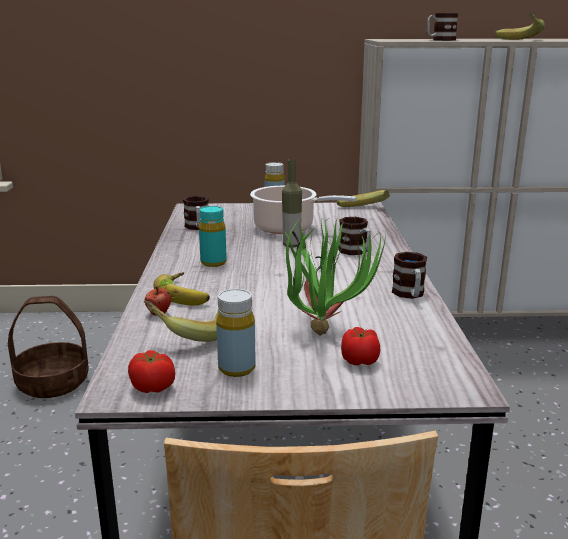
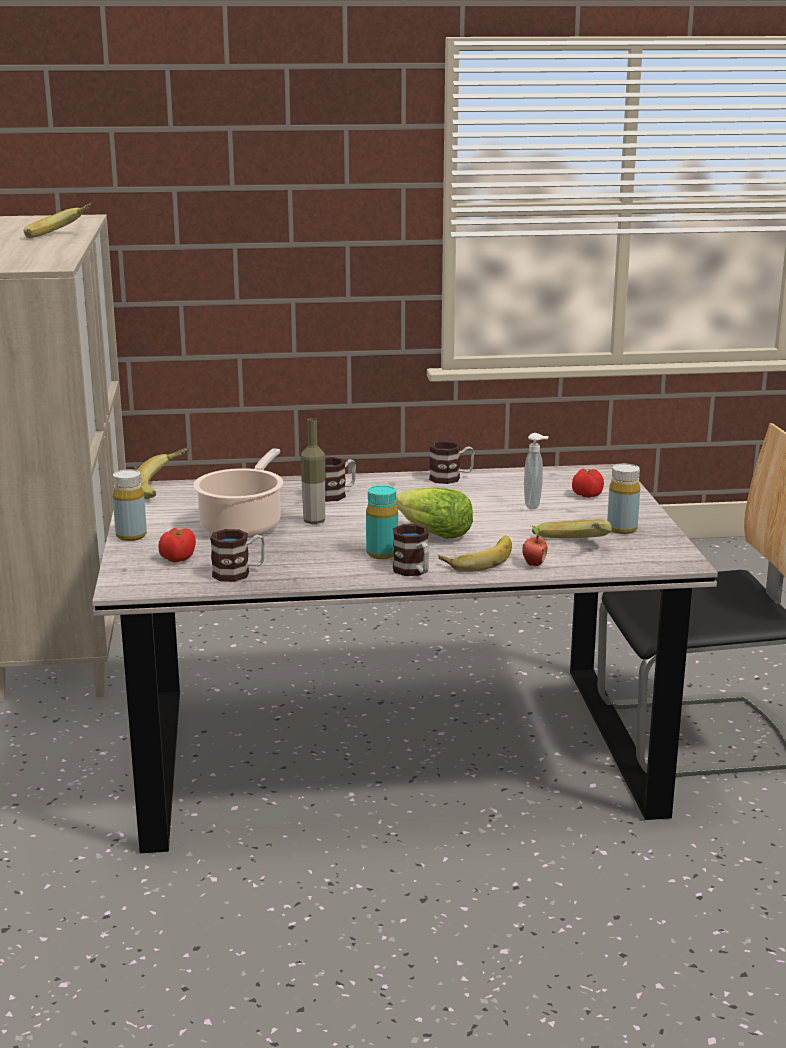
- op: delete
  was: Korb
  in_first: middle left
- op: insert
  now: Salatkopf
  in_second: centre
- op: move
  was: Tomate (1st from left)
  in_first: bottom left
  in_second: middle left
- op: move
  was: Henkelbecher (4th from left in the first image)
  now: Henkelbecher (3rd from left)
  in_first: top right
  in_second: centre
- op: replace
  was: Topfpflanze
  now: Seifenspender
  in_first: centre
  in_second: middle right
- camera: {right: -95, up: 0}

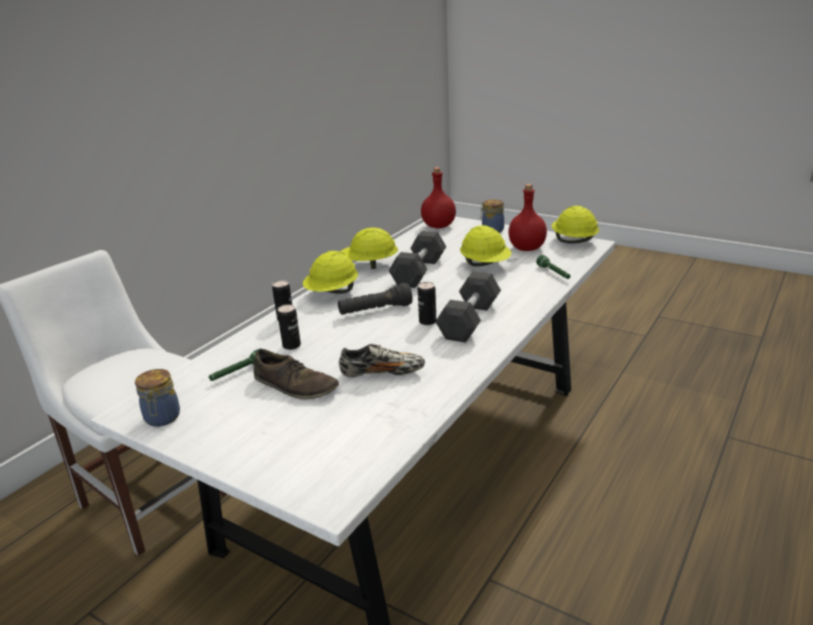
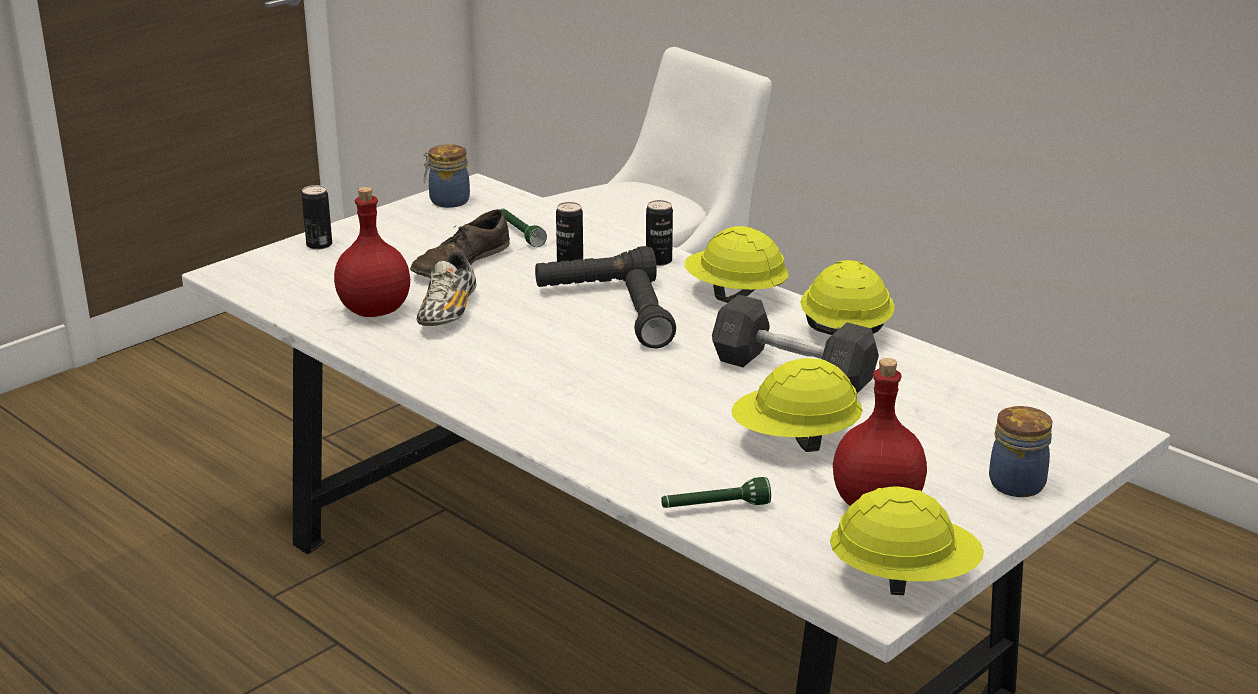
- op: delete
  was: Hantel/grau (2nd from left)
  in_first: centre
- op: insert
  now: Taschenlampe/schwarz (1st from left)
  in_second: centre
- op: move
  was: Dose (3rd from left in the first image)
  now: Dose (1st from left)
  in_first: centre
  in_second: top left
- op: move
  was: Flasche/rot (1st from left)
  in_first: top centre
  in_second: middle left
- camera: {right: 100, up: 0}

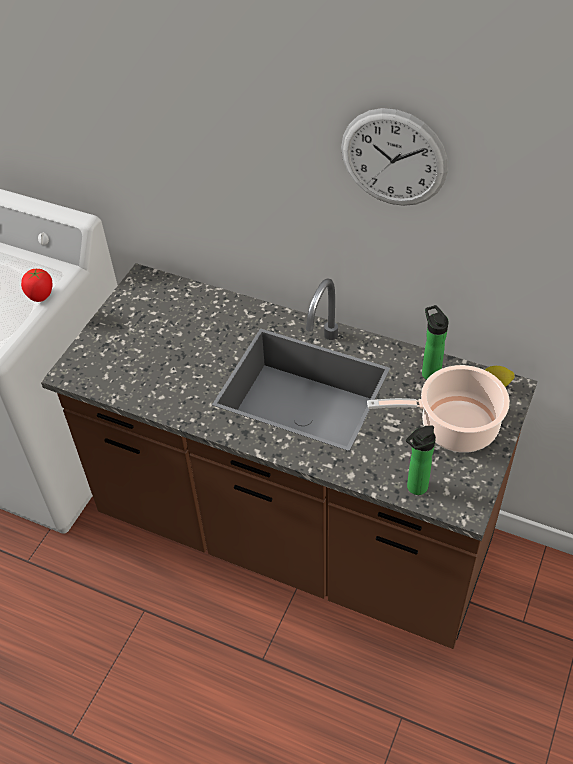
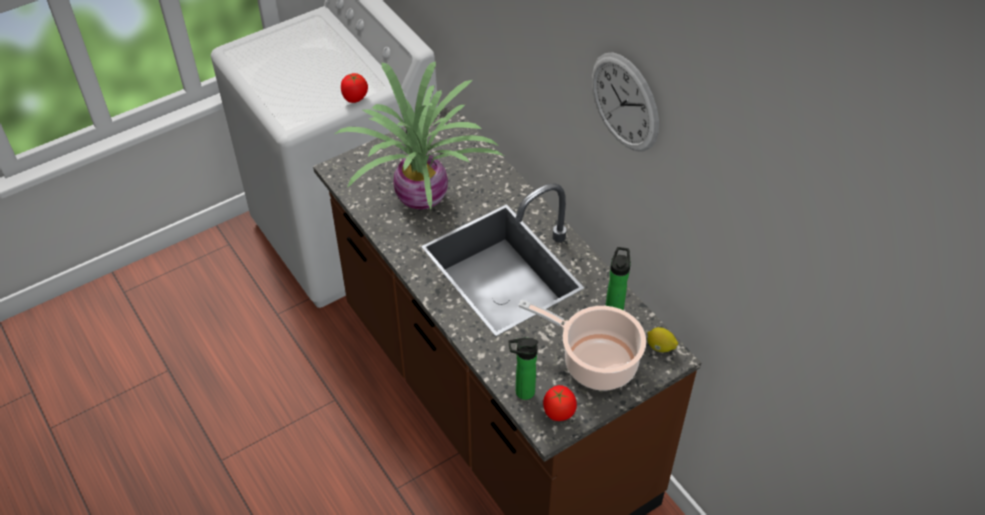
- op: insert
  now: Topfpflanze
  in_second: top centre
- op: insert
  now: Tomate (2nd from left)
  in_second: bottom centre
- camera: {right: 30, up: 0}

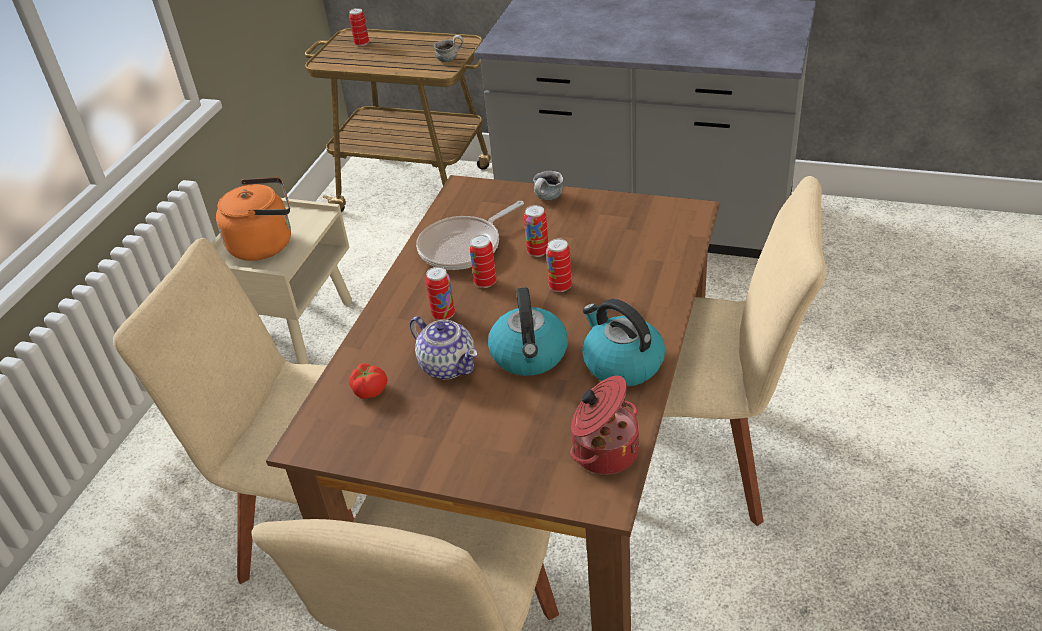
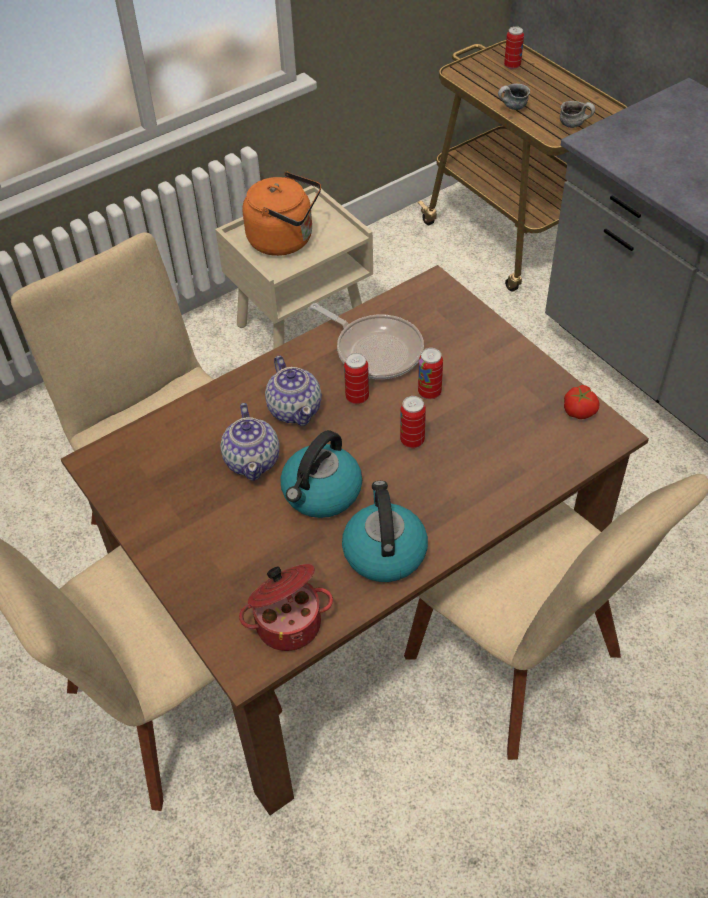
- op: move
  was: Tomate
  in_first: centre
  in_second: middle right
- op: move
  was: Henkelbecher (2nd from left in the first image)
  now: Henkelbecher (1st from left)
  in_first: top centre
  in_second: top right
- op: replace
  was: Dose (2nd from left)
  now: Teekanne (2nd from left)
  in_first: centre
  in_second: centre
- op: rotate
  was: Pfanne
  in_first: centre
  in_second: centre
  clockwise: -135
- camera: {right: 35, up: 10}

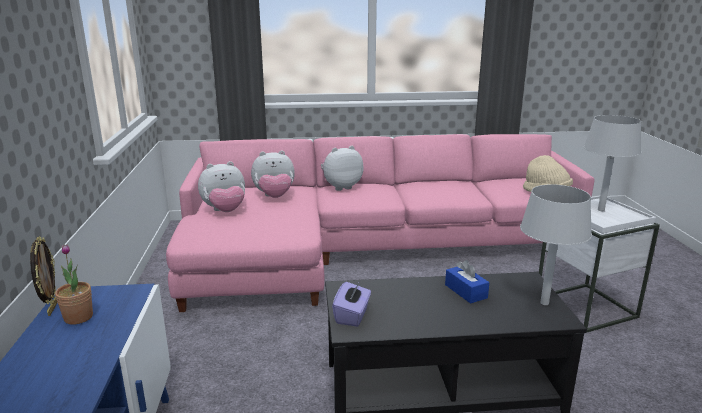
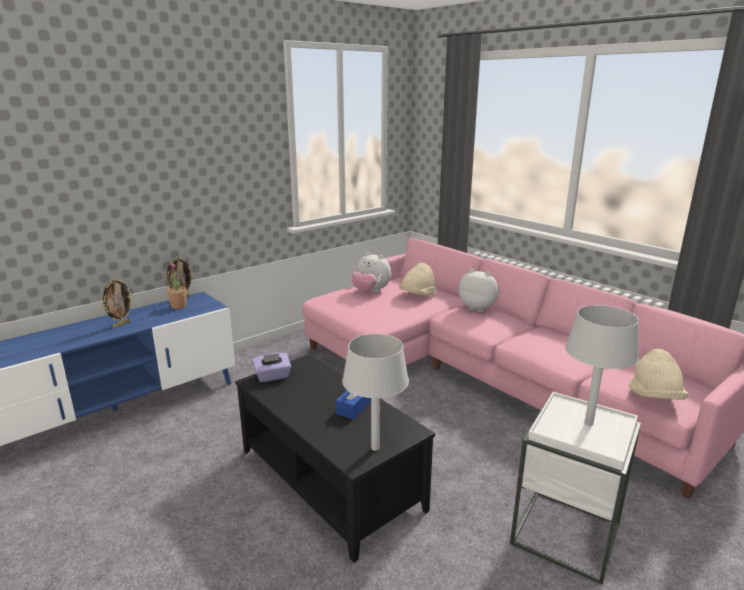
- op: insert
  now: Bilderrahmen (1st from left)
  in_second: middle left
- op: replace
  was: Plüschtier (2nd from left)
  now: Hut/beige (1st from left)
  in_first: centre
  in_second: centre
- camera: {right: 55, up: 0}

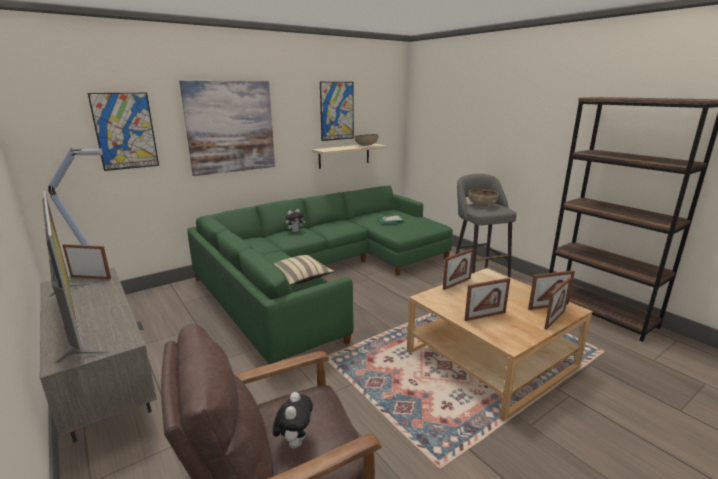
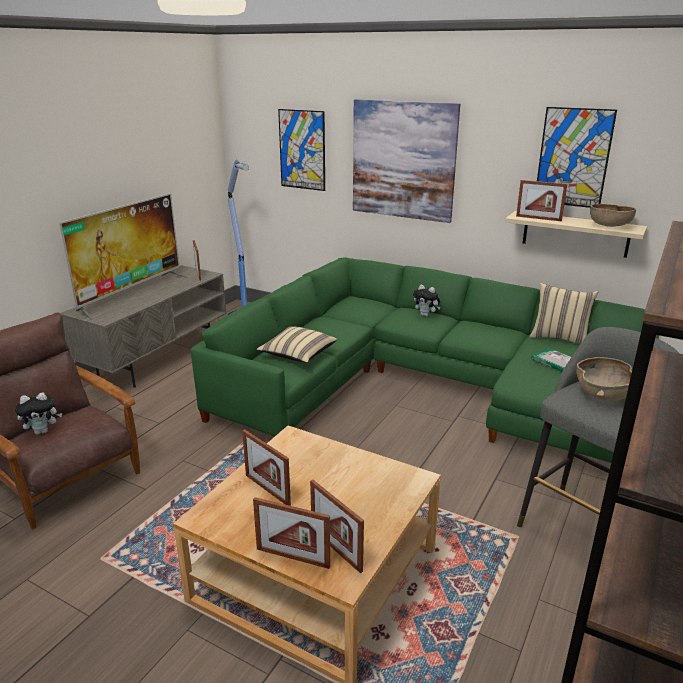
- op: insert
  now: Kissen/beige (2nd from left)
  in_second: middle right
- op: move
  was: Bilderrahmen (2nd from left in the first image)
  now: Bilderrahmen (5th from left)
  in_first: centre
  in_second: top right
- camera: {right: 65, up: 5}

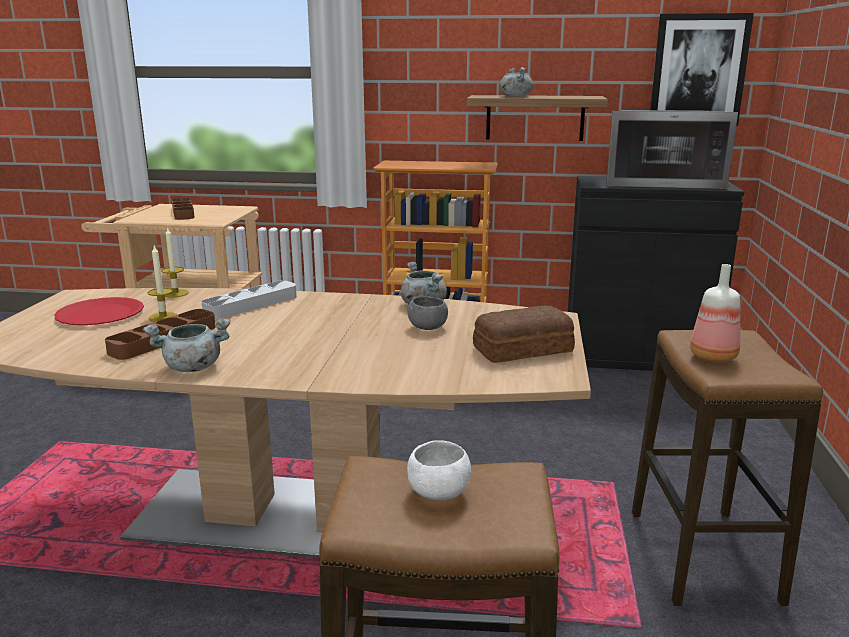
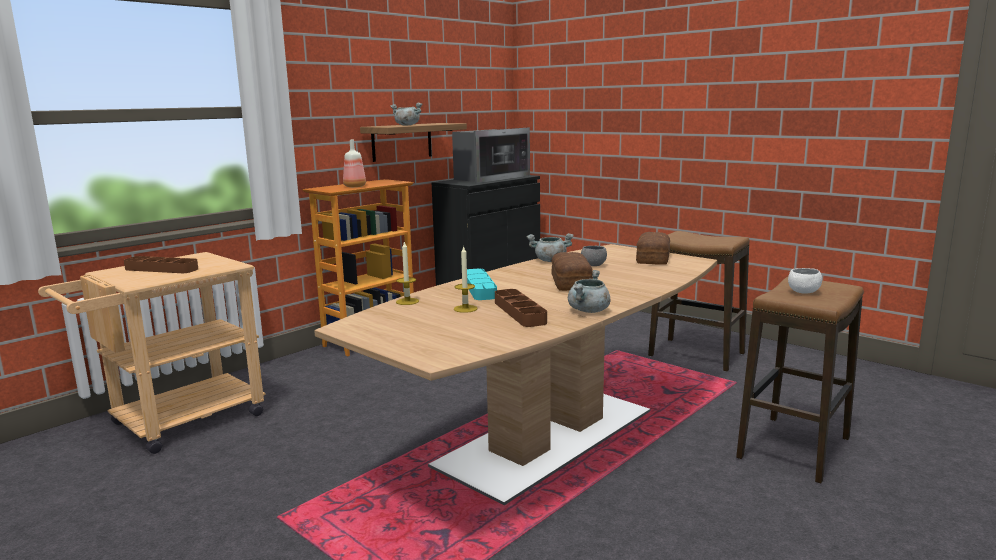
- op: delete
  was: Teller/rot
  in_first: middle left
- op: delete
  was: Bild
  in_first: top right
- op: insert
  now: Brot (1st from left)
  in_second: centre
- op: move
  was: Flasche
  in_first: middle right
  in_second: top centre
- op: recolor
  was: Tablett/grau
  now: Tablett/türkis
  in_first: middle left
  in_second: centre
- camera: {right: -55, up: -5}

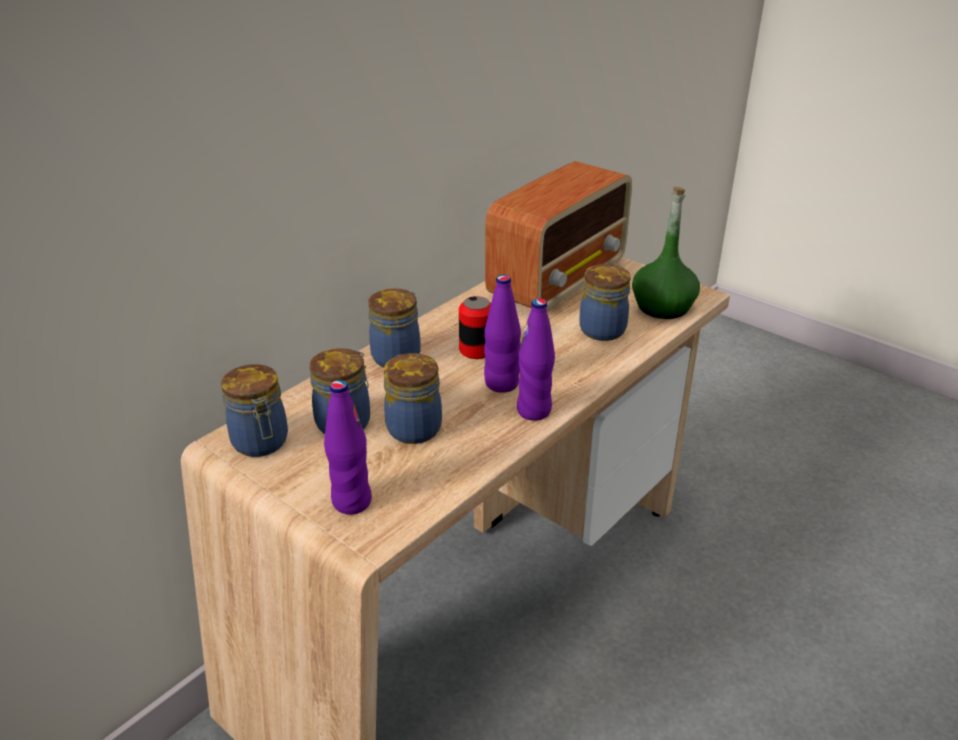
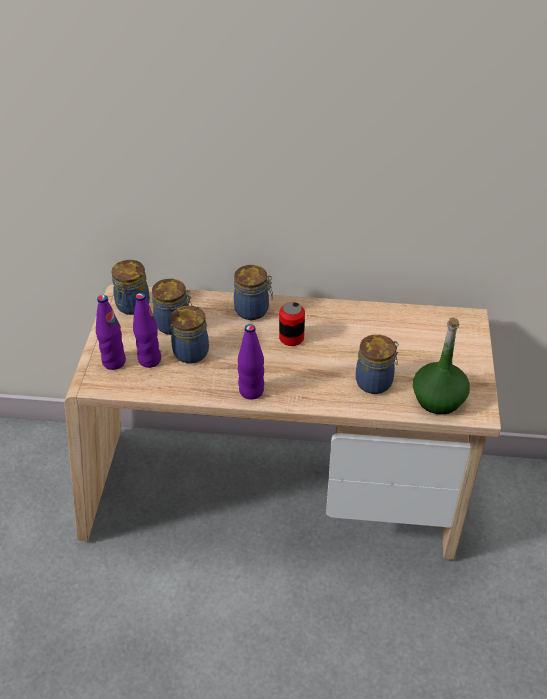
- op: delete
  was: Radio
  in_first: top centre
- op: move
  was: Flasche/lila (2nd from left)
  in_first: centre
  in_second: middle left
- camera: {right: 55, up: 10}

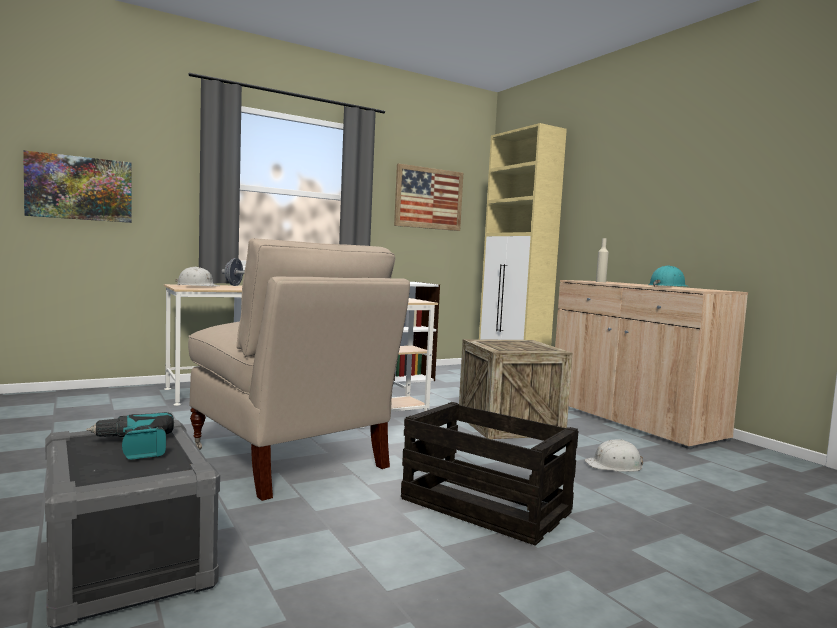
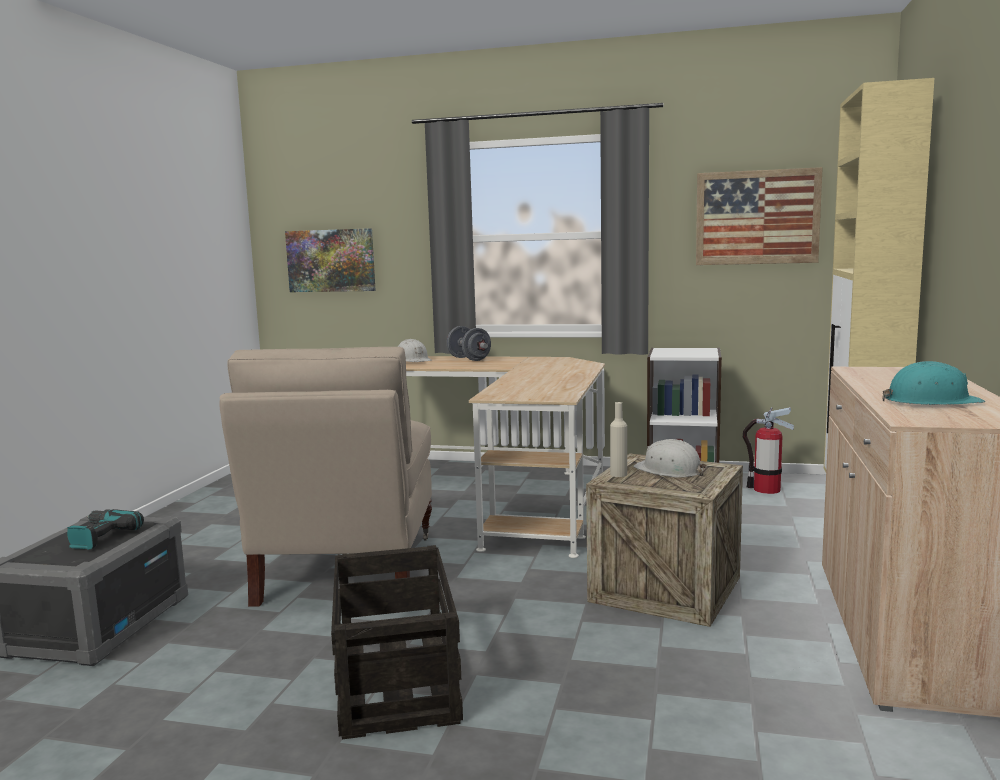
- op: insert
  now: Feuerlöscher
  in_second: middle right
- op: move
  was: Schutzhelm/weiß (2nd from left)
  in_first: bottom right
  in_second: middle right
- op: move
  was: Flasche/beige
  in_first: middle right
  in_second: centre
- camera: {right: 45, up: 5}

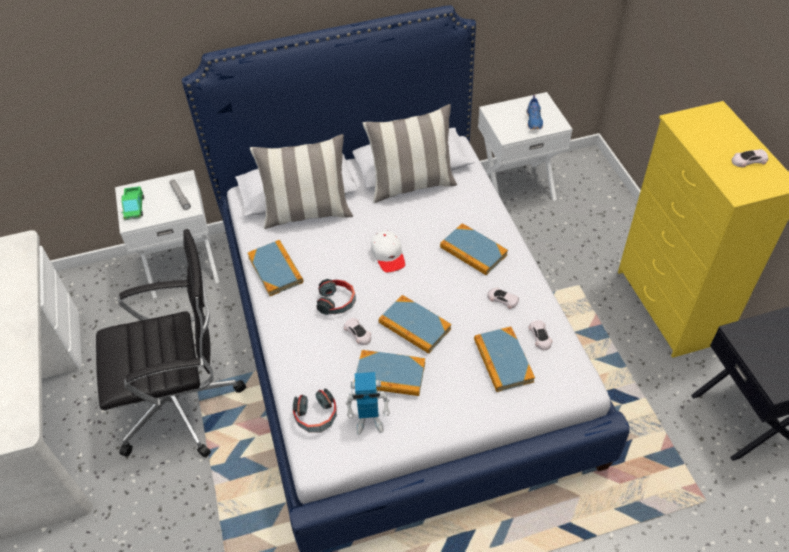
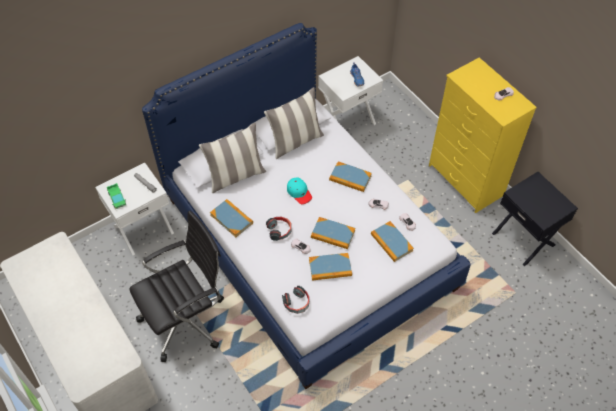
- op: delete
  was: Spielzeugroboter
  in_first: bottom centre
- op: recolor
  was: Kappe/weiß
  now: Kappe/türkis
  in_first: centre
  in_second: centre
- camera: {right: -20, up: 5}

